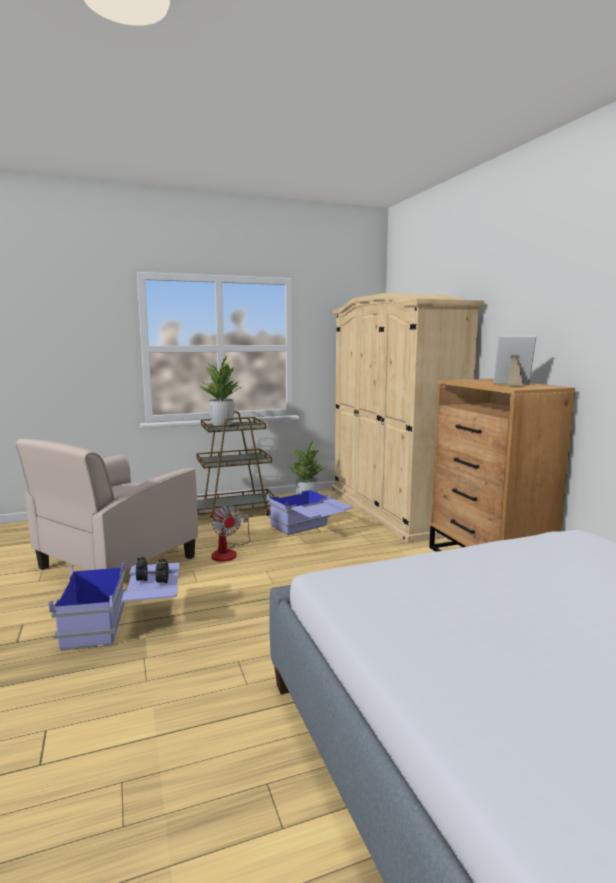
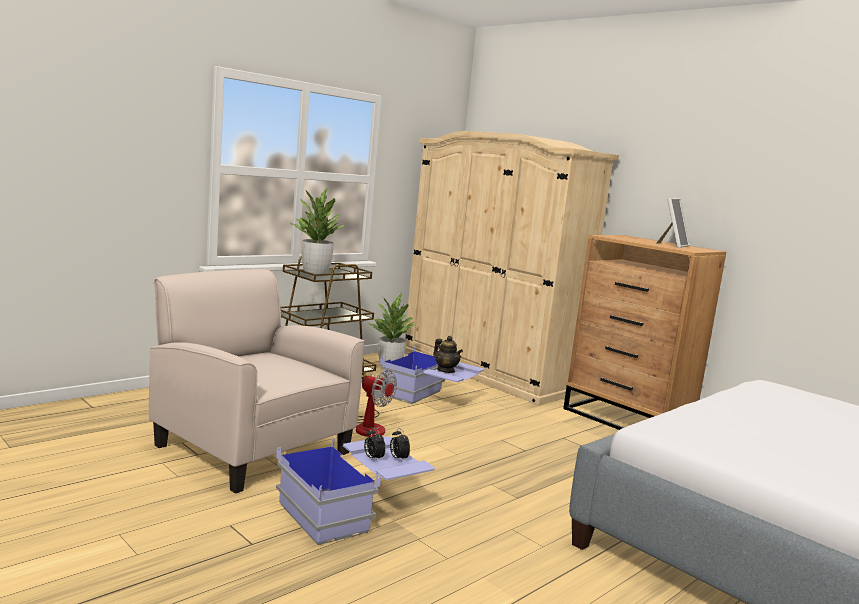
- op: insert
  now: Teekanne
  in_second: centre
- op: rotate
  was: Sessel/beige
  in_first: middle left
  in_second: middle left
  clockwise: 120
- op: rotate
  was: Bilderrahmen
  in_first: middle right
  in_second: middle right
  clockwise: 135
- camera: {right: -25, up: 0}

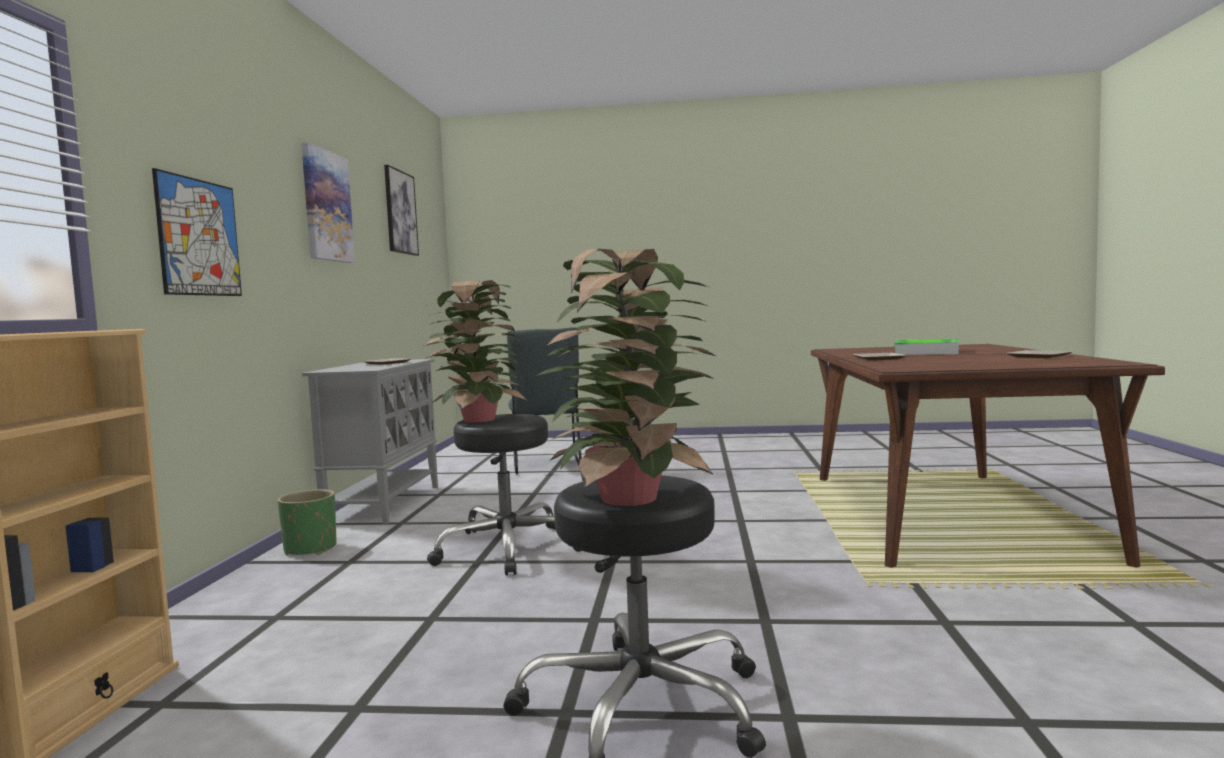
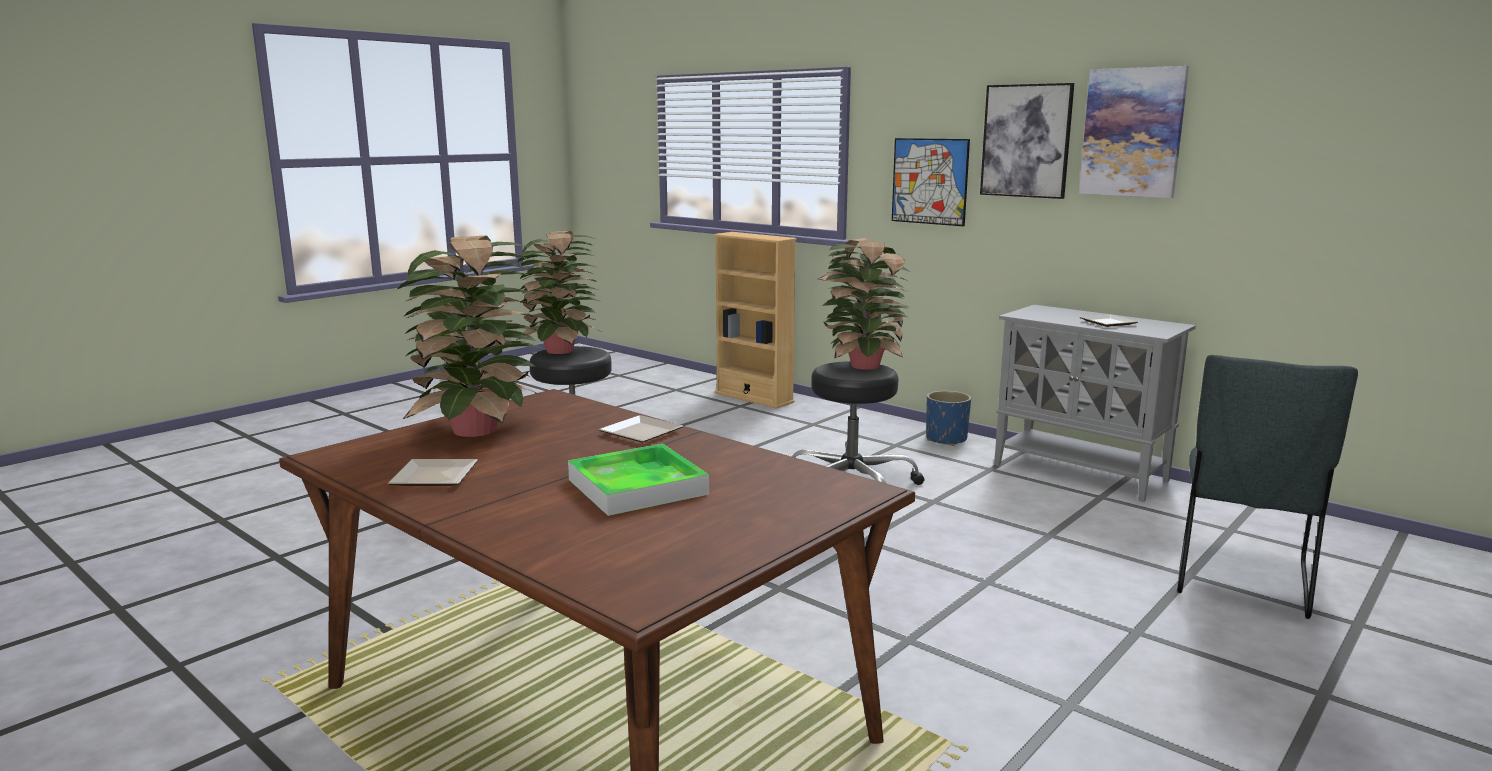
- op: insert
  now: Topfpflanze (1st from left)
  in_second: middle left
- op: move
  was: Bild (3rd from left in the first image)
  now: Bild (2nd from left)
  in_first: top left
  in_second: top right
- op: recolor
  was: Pflanzkübel/grün
  now: Pflanzkübel/blau
  in_first: bottom left
  in_second: centre
- op: rotate
  was: Stuhl/grau
  in_first: centre
  in_second: middle right
  clockwise: -90
- camera: {right: 125, up: 10}

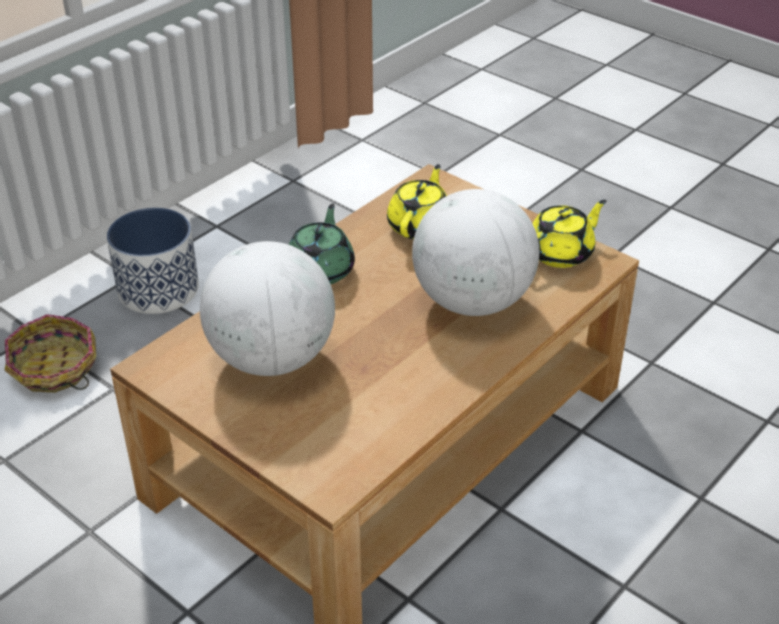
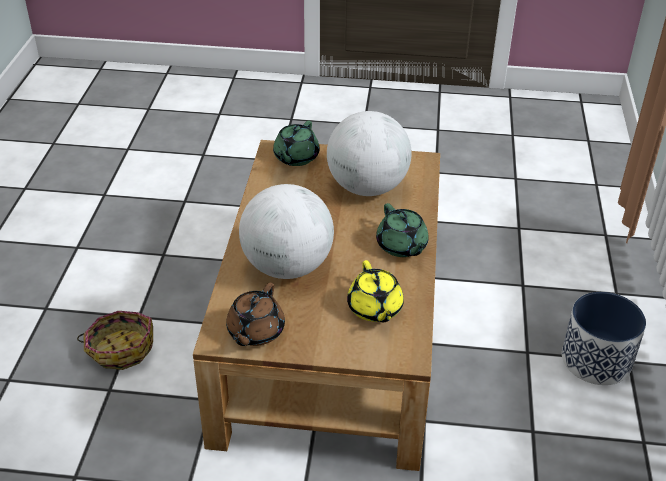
- op: insert
  now: Teekanne/grün (1st from left)
  in_second: top centre
- op: move
  was: Korb
  in_first: middle left
  in_second: bottom left
- op: recolor
  was: Teekanne/gelb (2nd from left)
  now: Teekanne/braun
  in_first: middle right
  in_second: centre
- camera: {right: 145, up: 0}

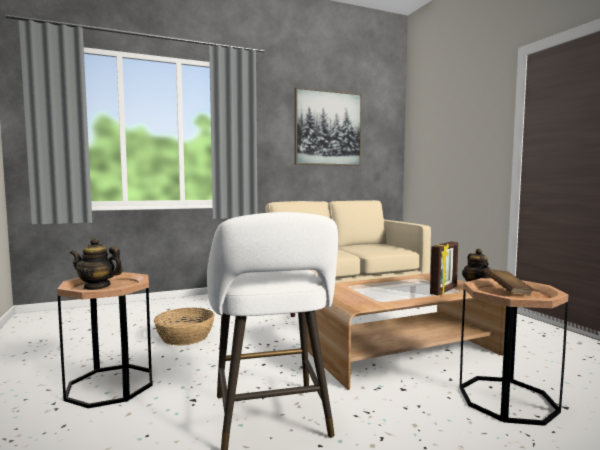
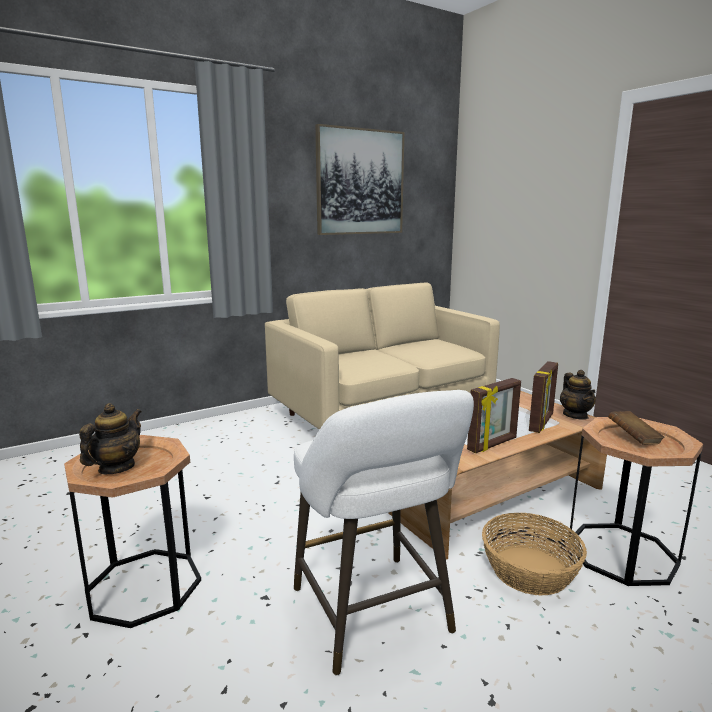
- op: insert
  now: Bilderrahmen (1st from left)
  in_second: middle right
- op: move
  was: Korb
  in_first: bottom left
  in_second: bottom right
- op: rotate
  was: Teekanne (1st from left)
  in_first: middle left
  in_second: middle left
  clockwise: 120
- camera: {right: -10, up: 10}

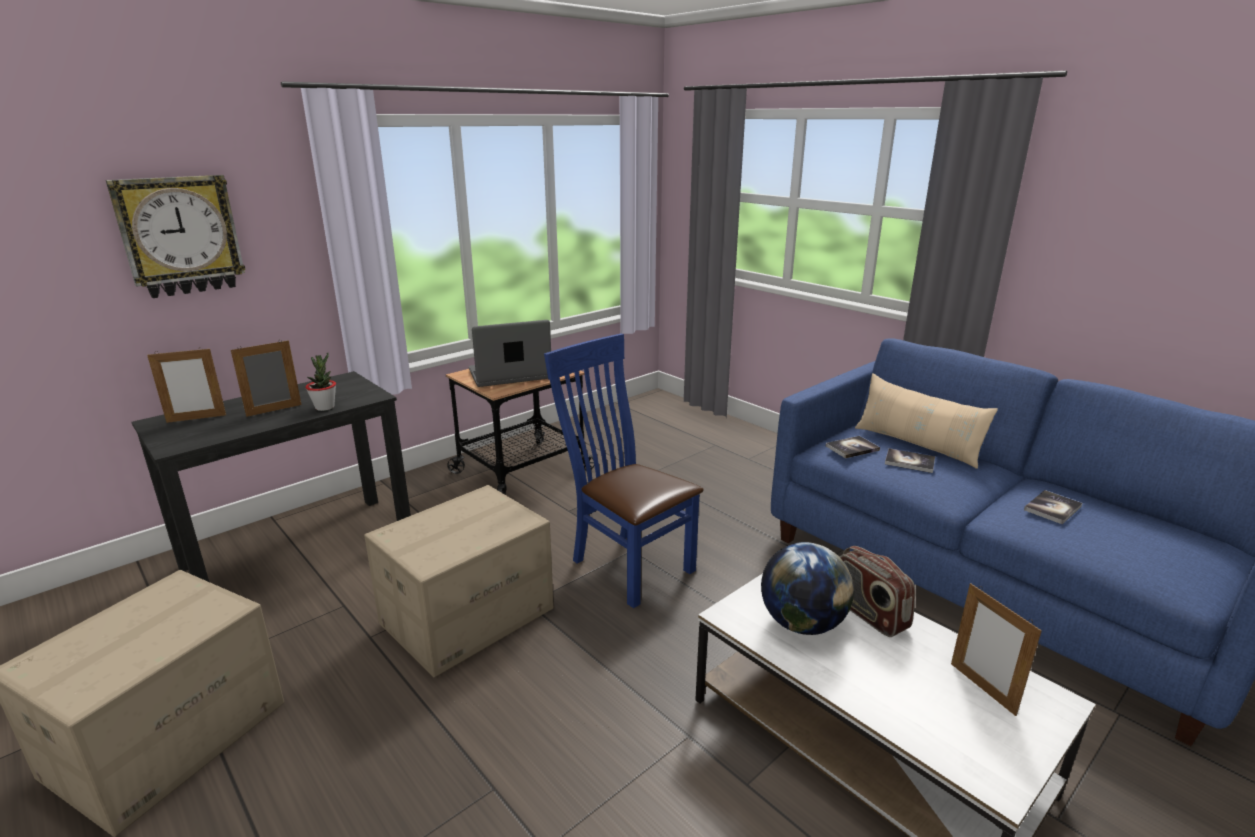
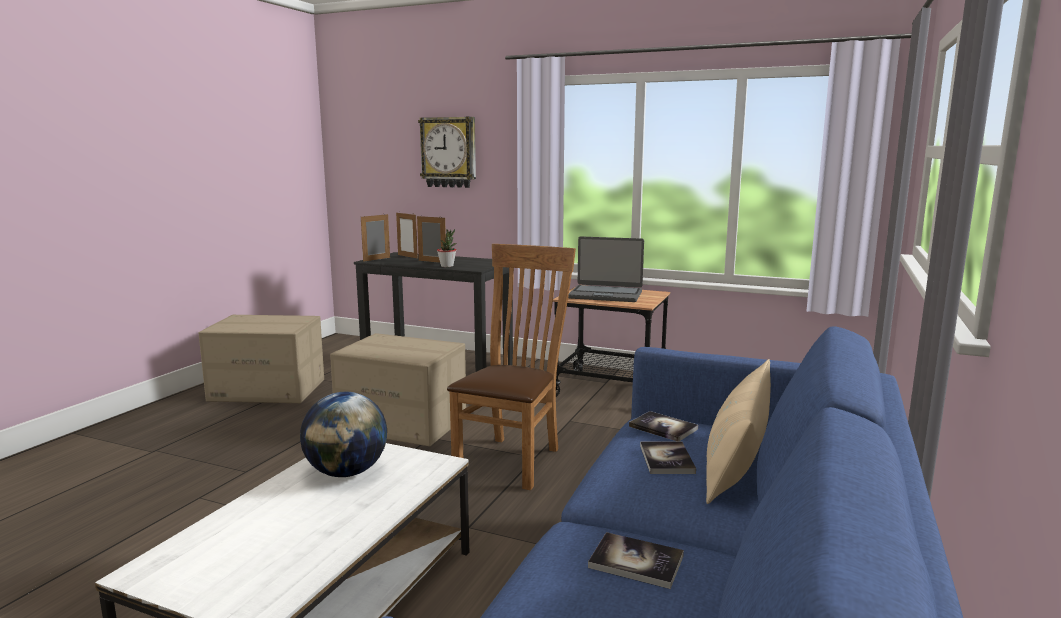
- op: delete
  was: Radio
  in_first: bottom right
- op: move
  was: Bilderrahmen (3rd from left in the first image)
  now: Bilderrahmen (1st from left)
  in_first: bottom right
  in_second: centre
- op: recolor
  was: Stuhl/blau
  now: Stuhl/braun
  in_first: centre
  in_second: centre
- op: rotate
  was: Laptop
  in_first: centre
  in_second: centre
  clockwise: 150
- camera: {right: 65, up: -10}

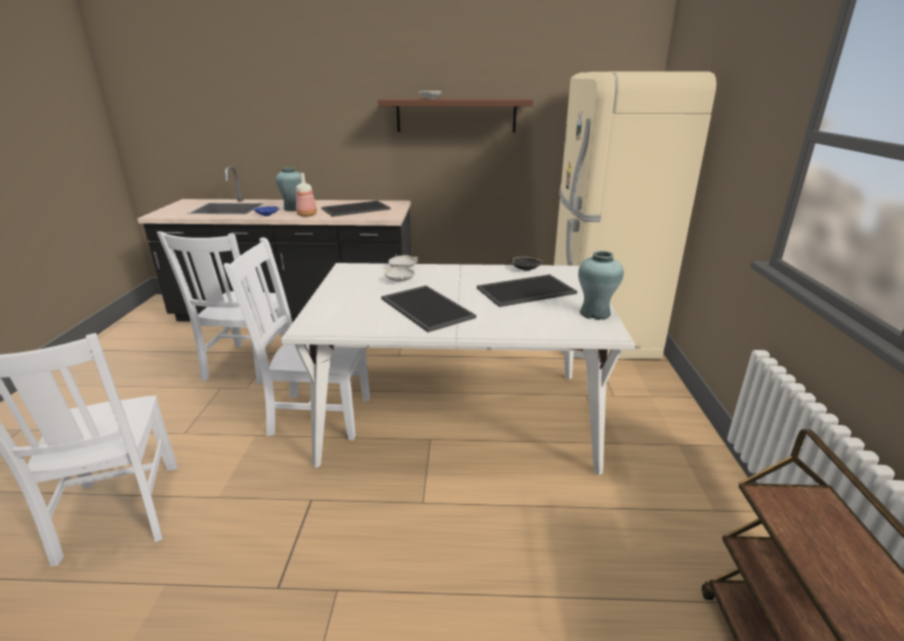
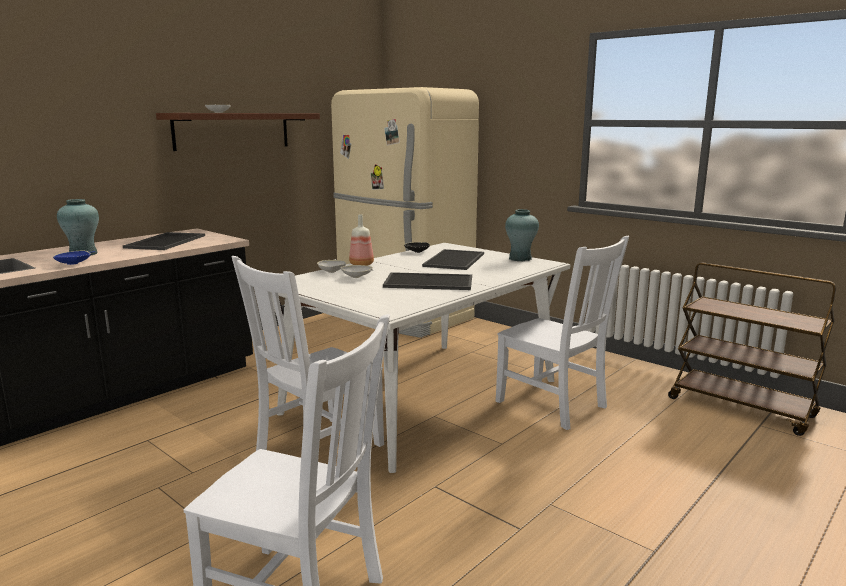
- op: move
  was: Stuhl/weiß (2nd from left in the first image)
  now: Stuhl/weiß (3rd from left)
  in_first: middle left
  in_second: centre
- op: move
  was: Flasche
  in_first: top centre
  in_second: centre
- camera: {right: -50, up: -10}

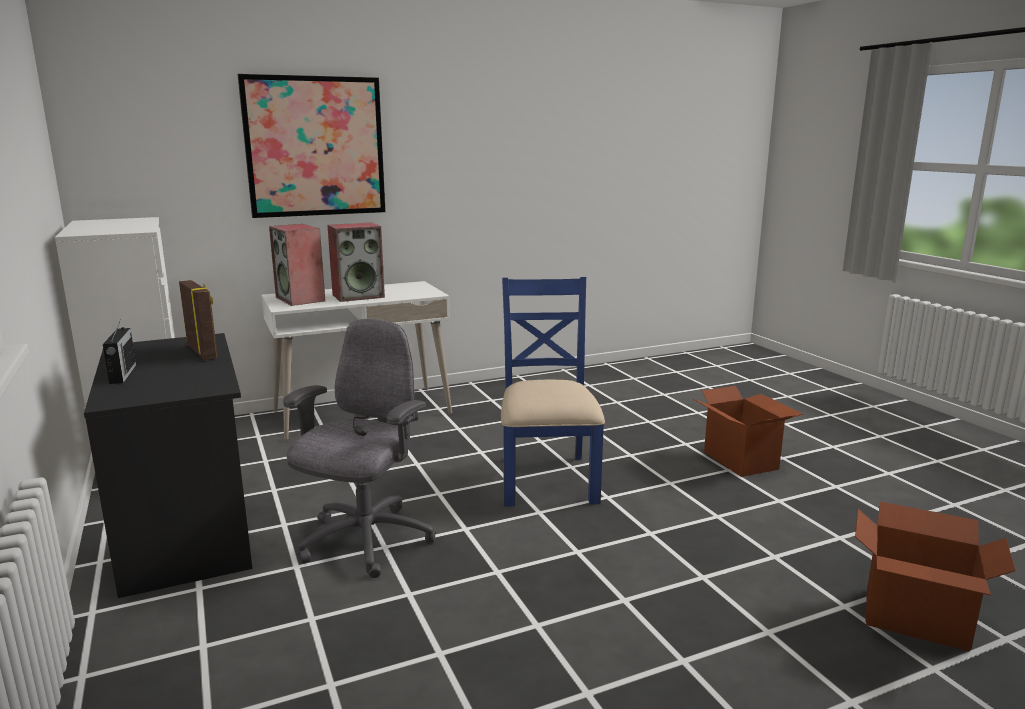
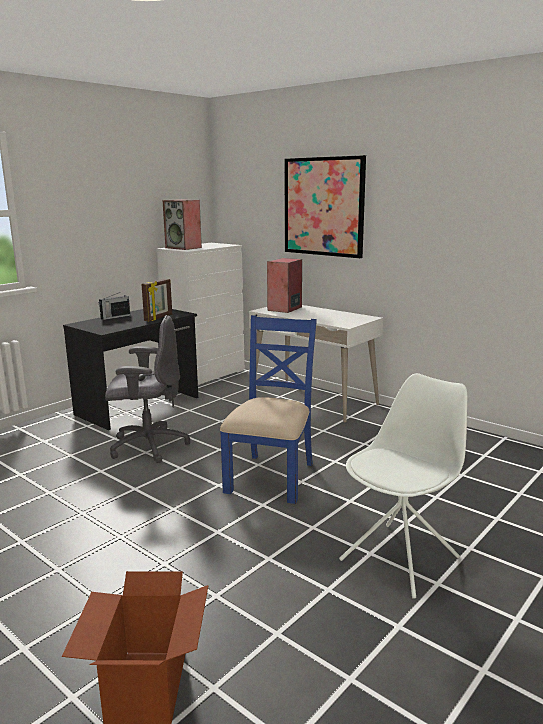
- op: move
  was: Lautsprecher (2nd from left in the first image)
  now: Lautsprecher (1st from left)
  in_first: centre
  in_second: top centre
- op: replace
  was: Karton (1st from left)
  now: Stuhl/weiß
  in_first: middle right
  in_second: bottom right
- op: rotate
  was: Stuhl/blau
  in_first: centre
  in_second: centre
  clockwise: -45
- camera: {right: 65, up: 0}

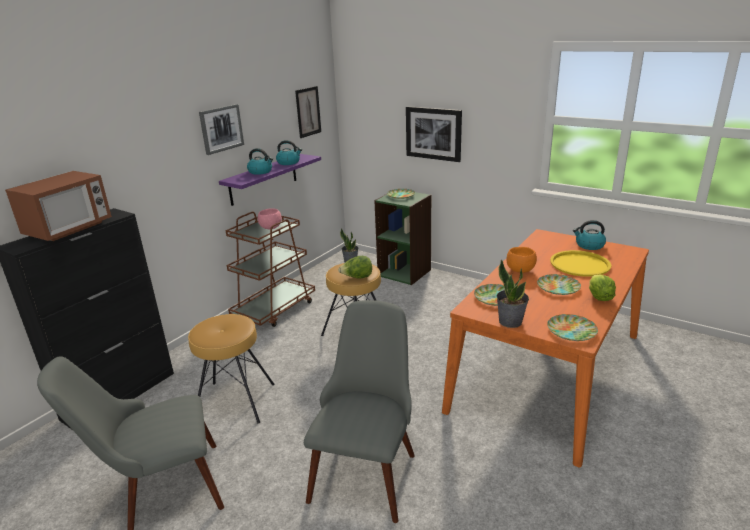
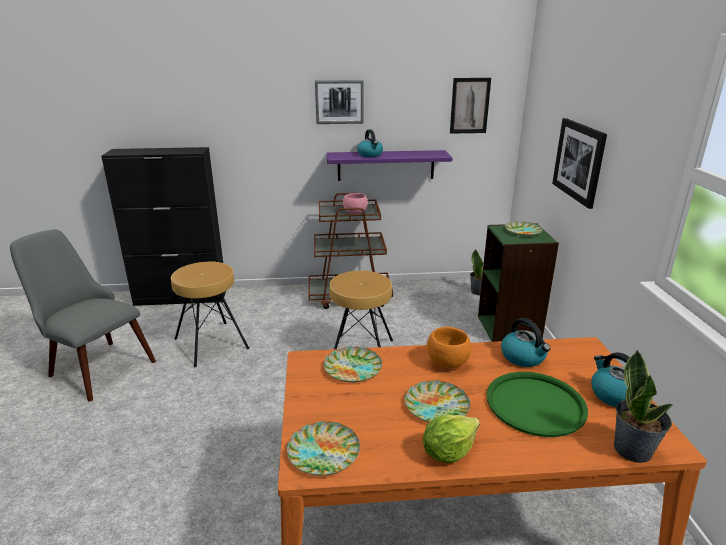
- op: delete
  was: Mikrowelle
  in_first: middle left
- op: delete
  was: Stuhl/grau (2nd from left)
  in_first: bottom centre
- op: delete
  was: Salatkopf (1st from left)
  in_first: centre
- op: move
  was: Wasserkessel (2nd from left)
  in_first: top centre
  in_second: middle right
- op: move
  was: Topfpflanze (2nd from left)
  in_first: middle right
  in_second: bottom right
- op: recolor
  was: Tablett/gelb
  now: Tablett/grün
  in_first: middle right
  in_second: bottom right
- camera: {right: 50, up: 0}

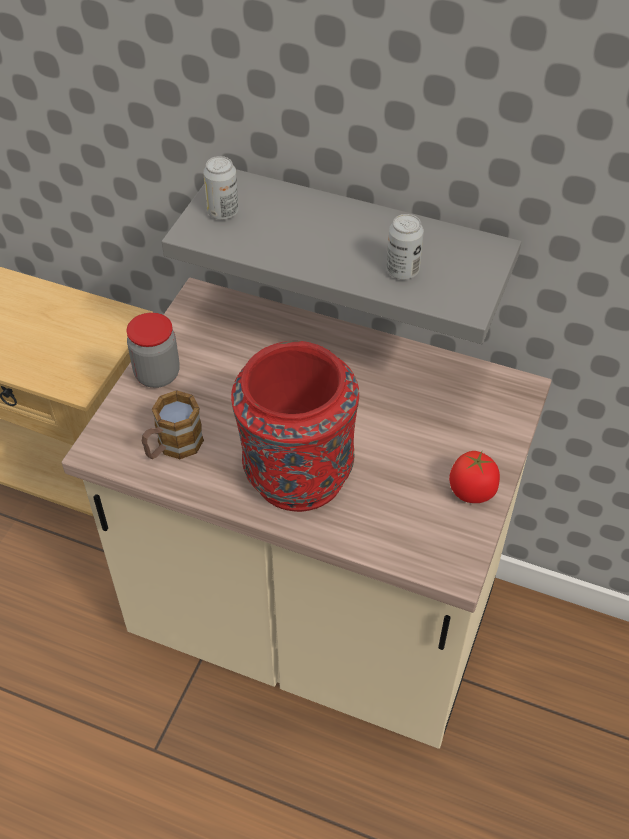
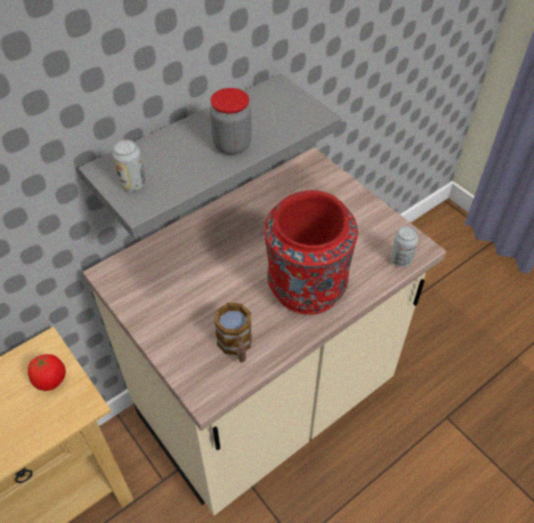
- op: move
  was: Vorratsglas
  in_first: middle left
  in_second: top centre
- op: move
  was: Dose (2nd from left)
  in_first: top centre
  in_second: middle right
- op: move
  was: Tomate
  in_first: middle right
  in_second: bottom left
- camera: {right: -60, up: 0}

